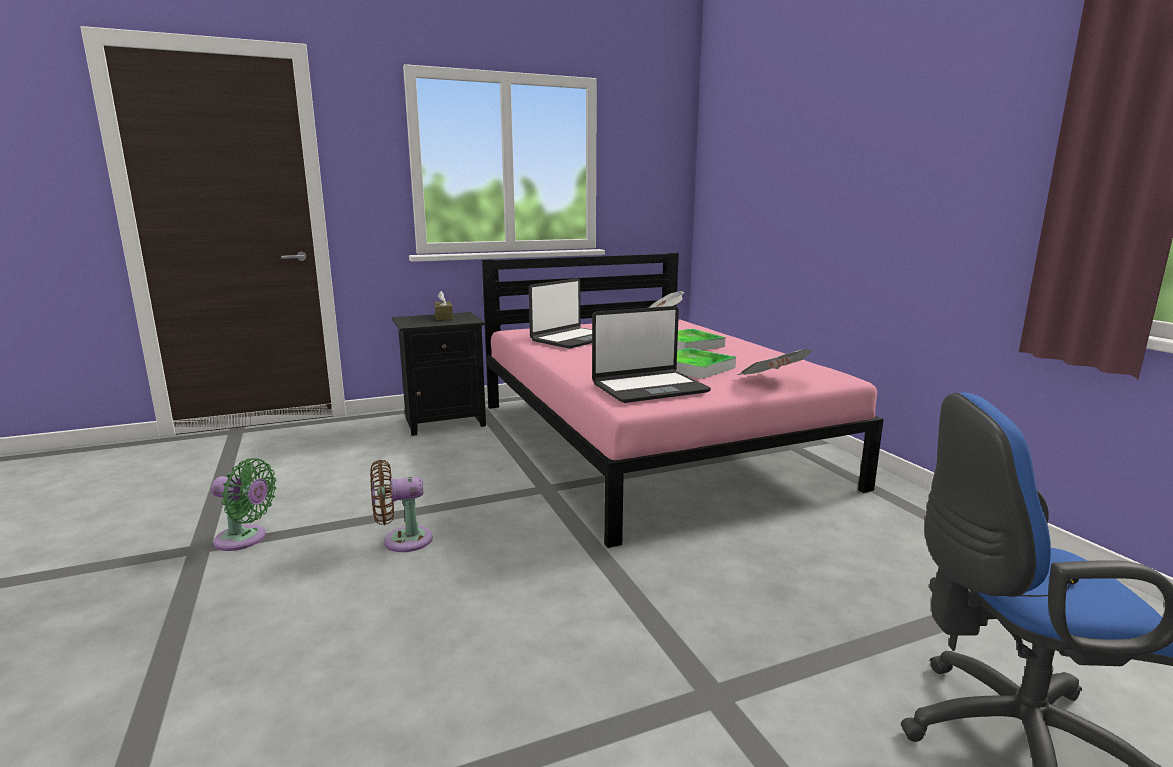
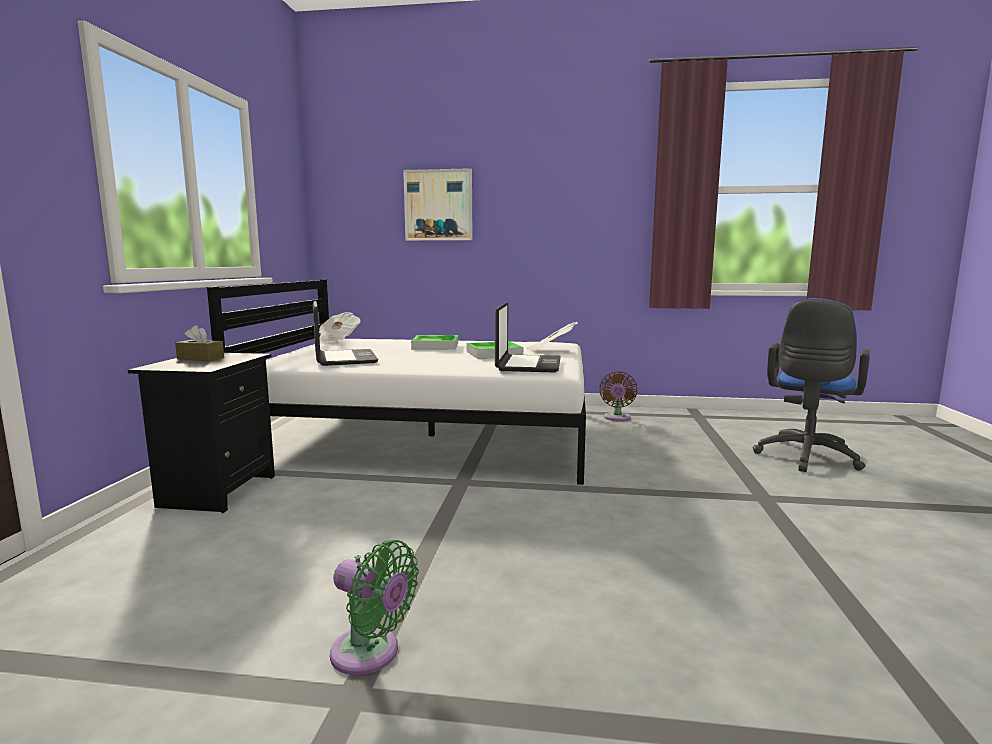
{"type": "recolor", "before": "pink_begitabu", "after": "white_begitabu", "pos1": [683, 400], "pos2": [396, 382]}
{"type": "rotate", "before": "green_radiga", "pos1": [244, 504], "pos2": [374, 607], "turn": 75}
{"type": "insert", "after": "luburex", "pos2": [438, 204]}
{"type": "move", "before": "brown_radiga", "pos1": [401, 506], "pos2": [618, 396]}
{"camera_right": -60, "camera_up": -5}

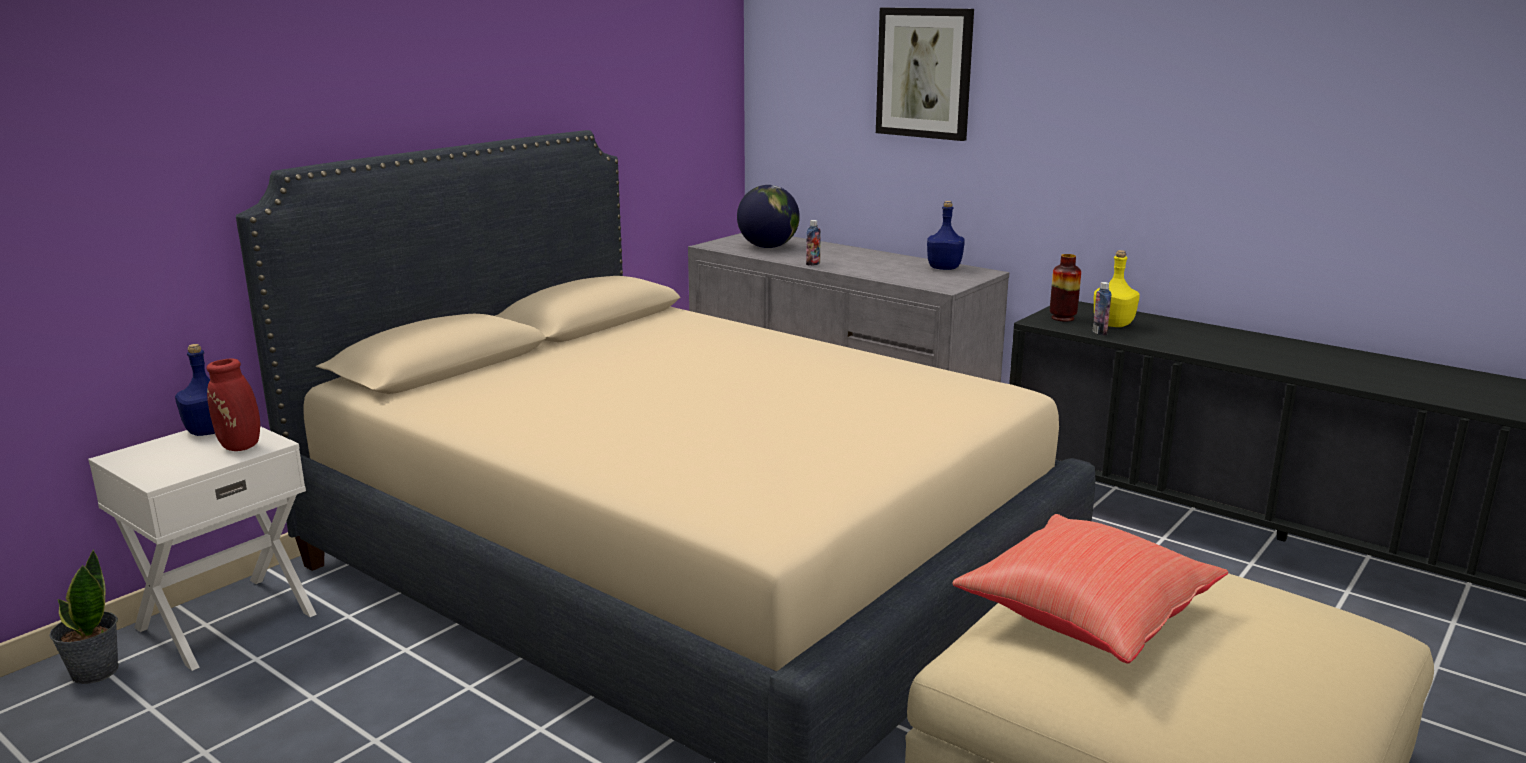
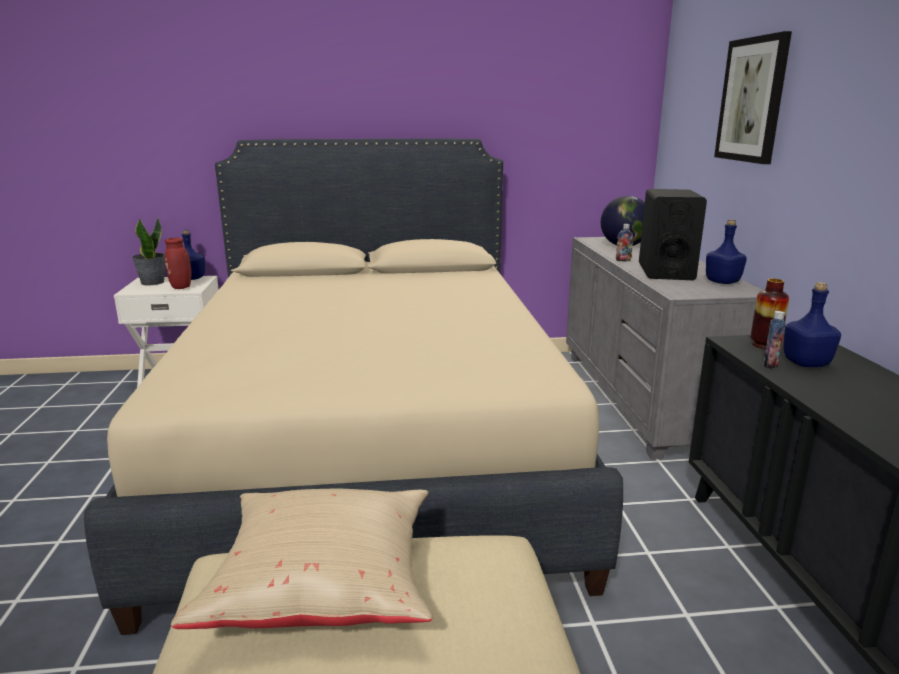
{"type": "move", "before": "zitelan", "pos1": [84, 616], "pos2": [148, 251]}
{"type": "recolor", "before": "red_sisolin", "after": "beige_sisolin", "pos1": [1090, 589], "pos2": [302, 559]}
{"type": "insert", "after": "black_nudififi", "pos2": [673, 234]}
{"type": "recolor", "before": "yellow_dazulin", "after": "blue_dazulin", "pos1": [1117, 288], "pos2": [812, 324]}
{"camera_right": 45, "camera_up": 0}

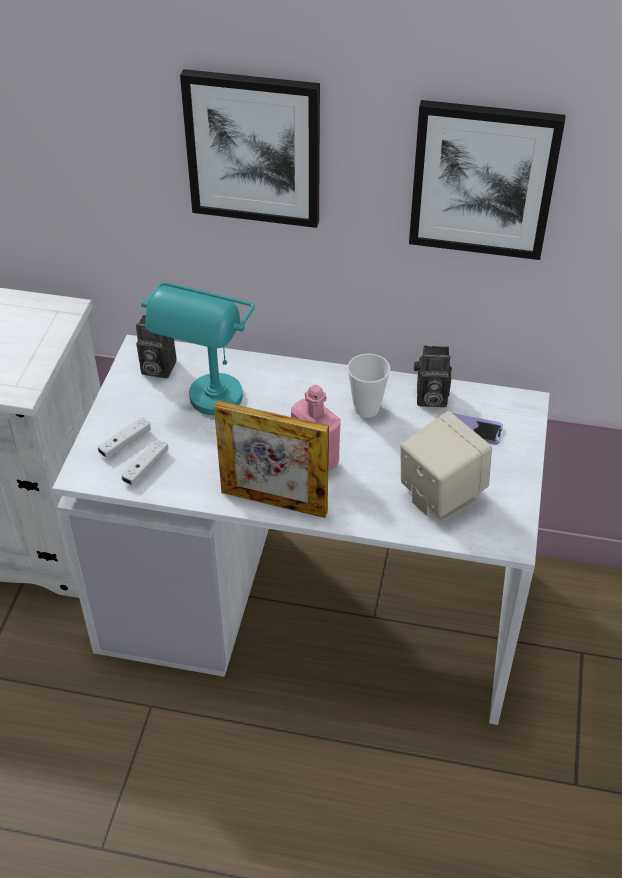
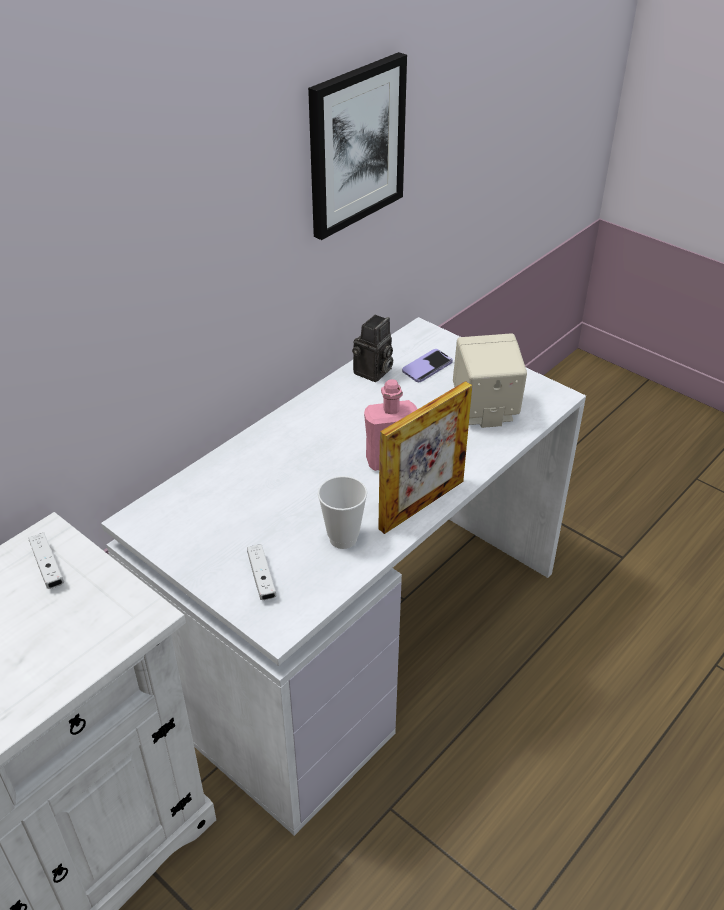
{"type": "move", "before": "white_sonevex", "pos1": [144, 462], "pos2": [46, 560]}
{"type": "move", "before": "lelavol", "pos1": [368, 386], "pos2": [342, 512]}
{"type": "delete", "before": "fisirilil", "pos1": [156, 346]}
{"type": "delete", "before": "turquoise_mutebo", "pos1": [198, 348]}
{"type": "delete", "before": "luburex", "pos1": [250, 148]}
{"camera_right": -60, "camera_up": -5}

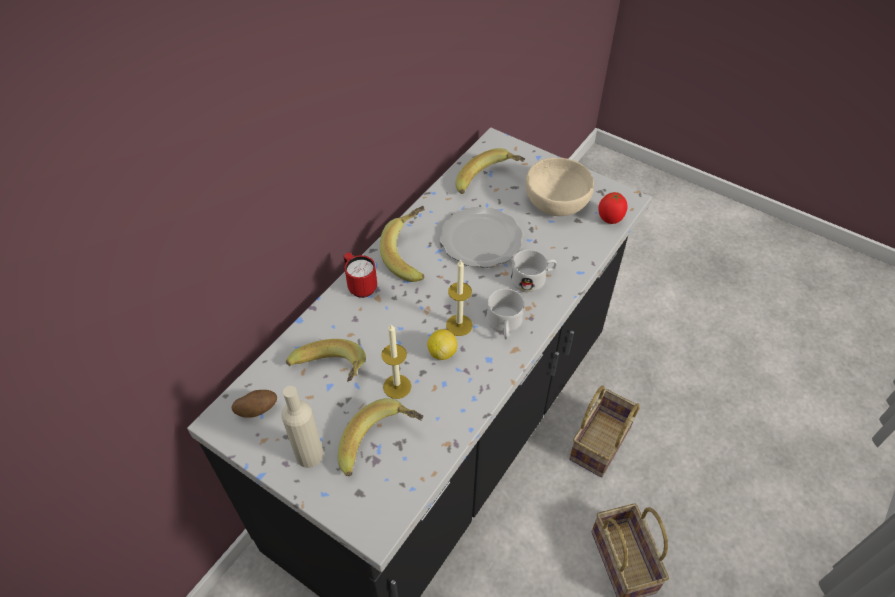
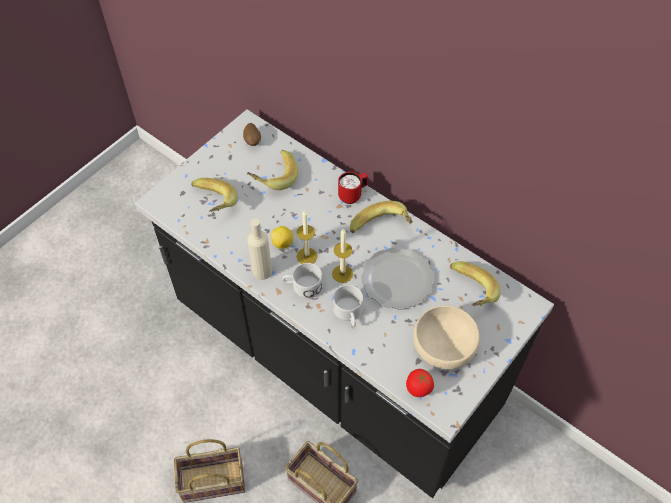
{"type": "move", "before": "beige_dazulin", "pos1": [302, 427], "pos2": [259, 249]}
{"type": "move", "before": "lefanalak", "pos1": [396, 361], "pos2": [342, 256]}
{"camera_right": 95, "camera_up": 5}

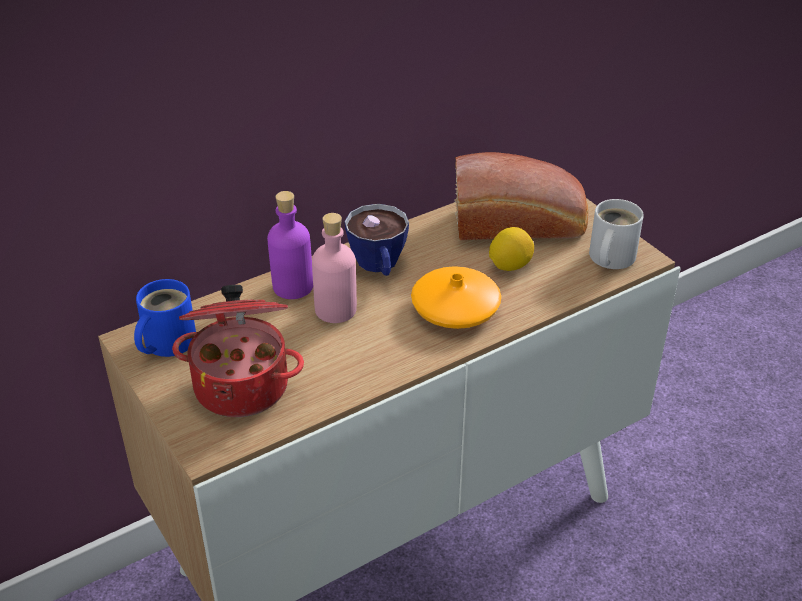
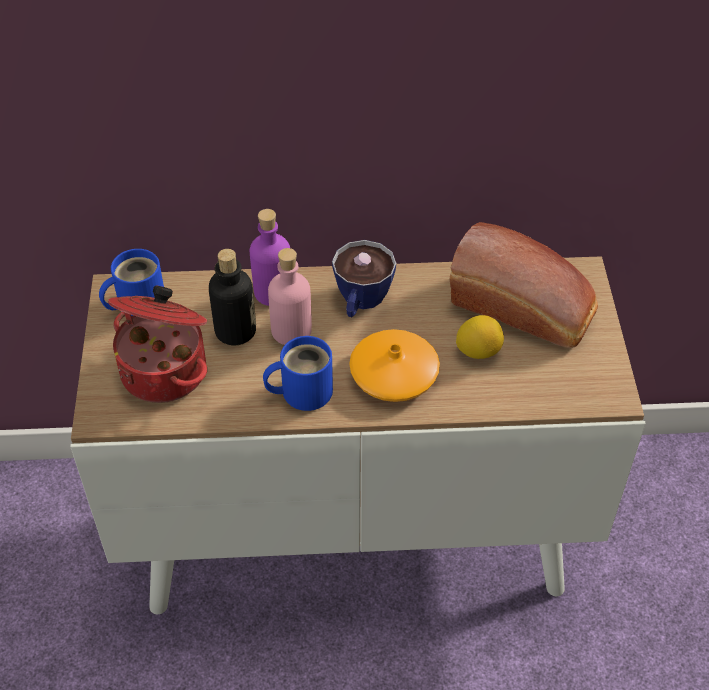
{"type": "insert", "after": "dazulin", "pos2": [232, 297]}
{"type": "insert", "after": "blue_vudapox", "pos2": [298, 373]}
{"type": "delete", "before": "white_vudapox", "pos1": [616, 234]}
{"camera_right": 30, "camera_up": 10}

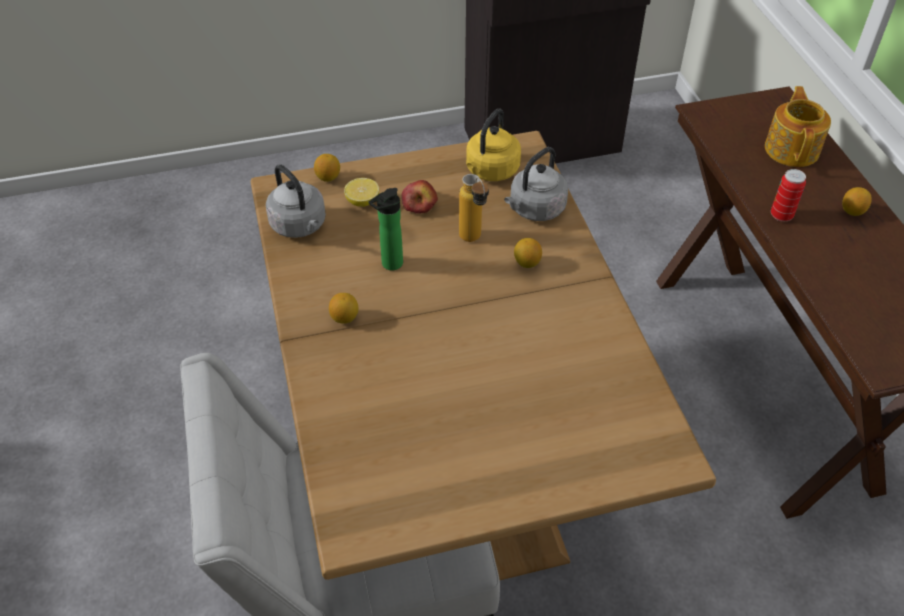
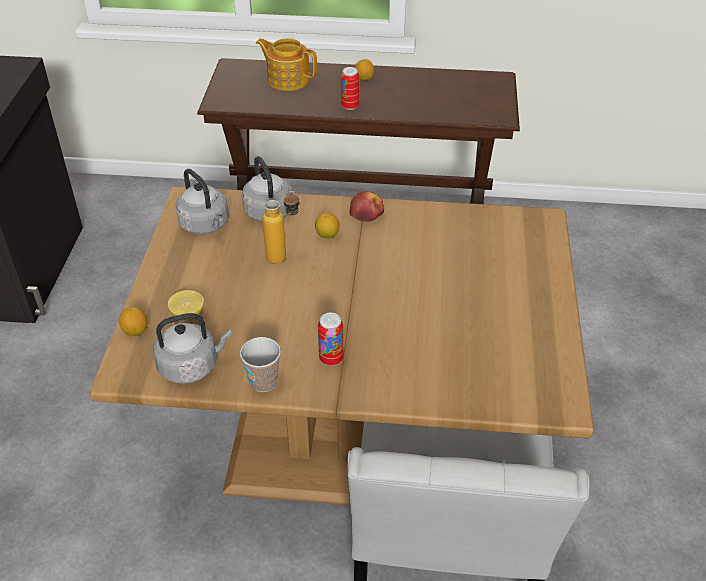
{"type": "recolor", "before": "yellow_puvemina", "after": "grey_puvemina", "pos1": [493, 144], "pos2": [202, 201]}
{"type": "insert", "after": "lelavol", "pos2": [260, 364]}
{"type": "replace", "before": "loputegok", "after": "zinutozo", "pos1": [343, 308], "pos2": [330, 339]}
{"type": "move", "before": "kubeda", "pos1": [420, 197], "pos2": [367, 206]}
{"type": "delete", "before": "dazulin", "pos1": [385, 229]}
{"camera_right": -70, "camera_up": -5}

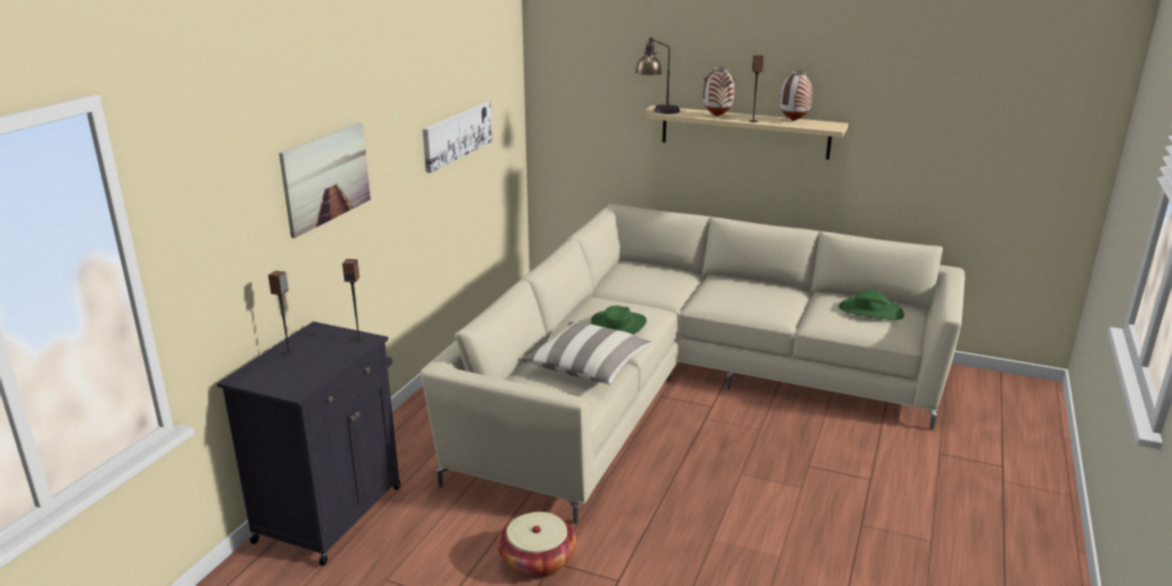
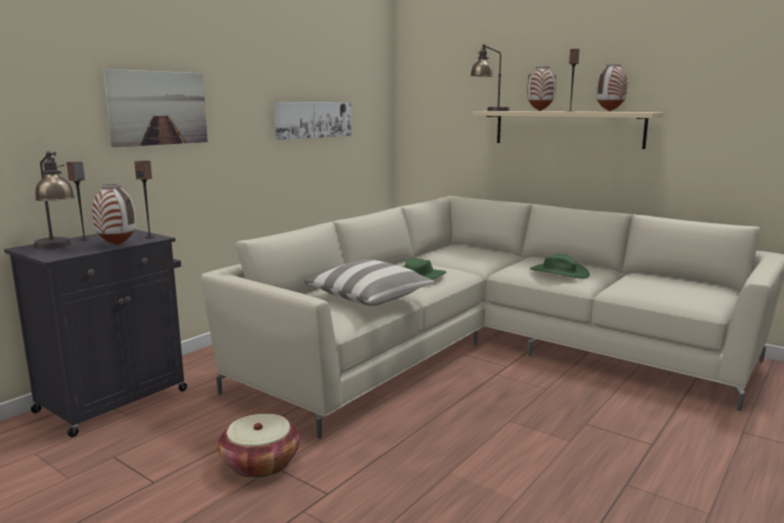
{"type": "insert", "after": "mutebo", "pos2": [54, 200]}
{"type": "insert", "after": "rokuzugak", "pos2": [114, 214]}
{"type": "move", "before": "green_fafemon", "pos1": [871, 304], "pos2": [560, 266]}
{"camera_right": 15, "camera_up": -10}

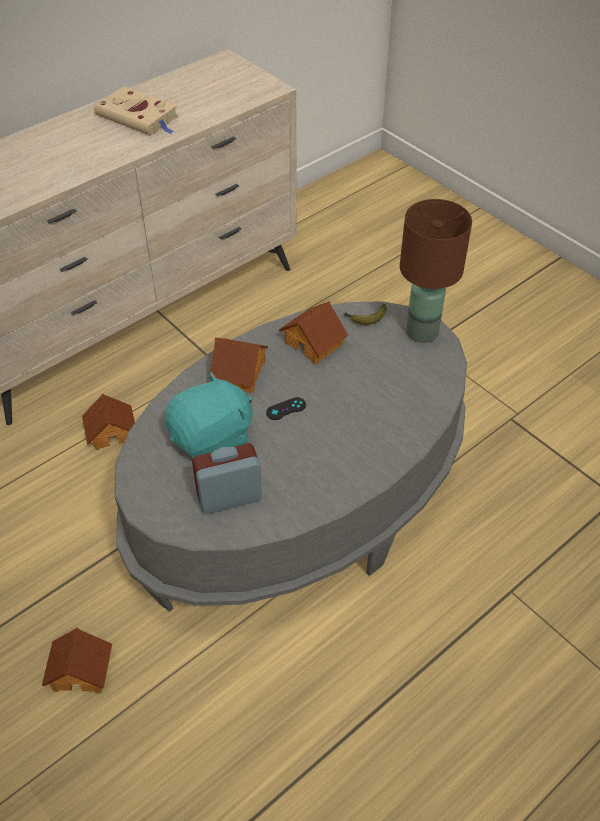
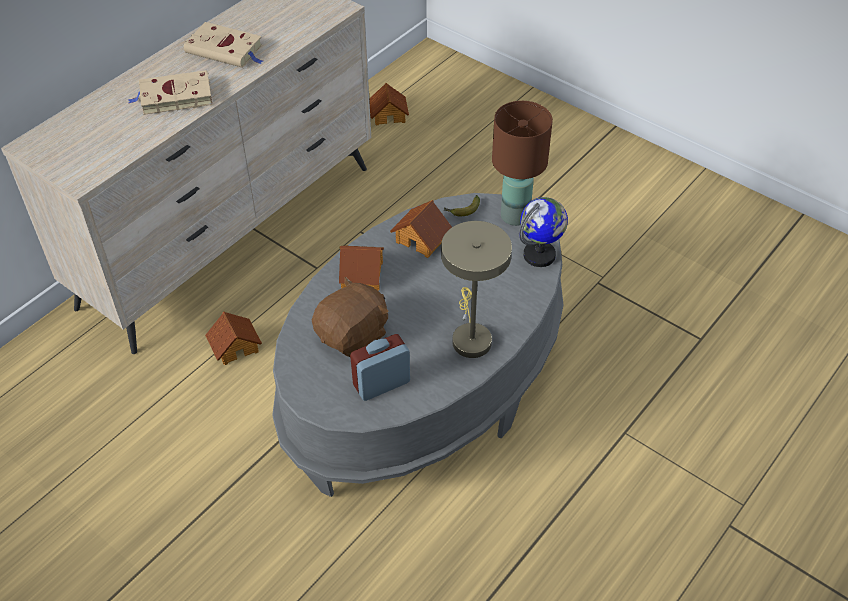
{"type": "insert", "after": "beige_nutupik", "pos2": [170, 92]}
{"type": "recolor", "before": "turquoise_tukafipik", "after": "brown_tukafipik", "pos1": [209, 415], "pos2": [350, 317]}
{"type": "move", "before": "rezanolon", "pos1": [77, 661], "pos2": [389, 104]}
{"type": "insert", "after": "beige_mutebo", "pos2": [476, 289]}
{"type": "insert", "after": "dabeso", "pos2": [543, 232]}
{"type": "delete", "before": "black_sonevex", "pos1": [286, 408]}
{"camera_right": -10, "camera_up": 0}

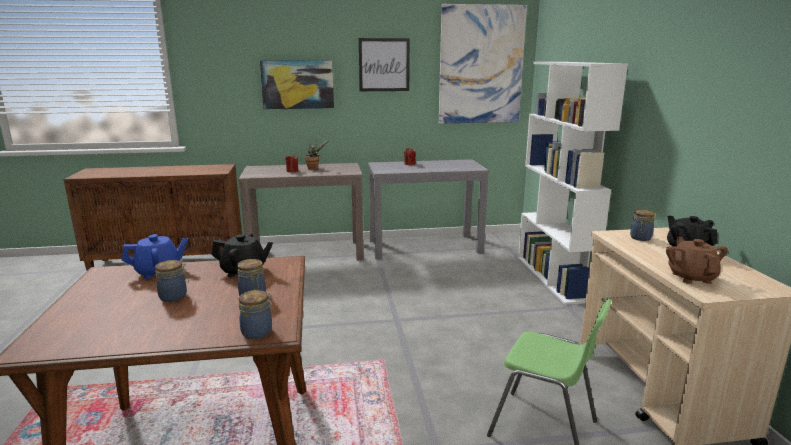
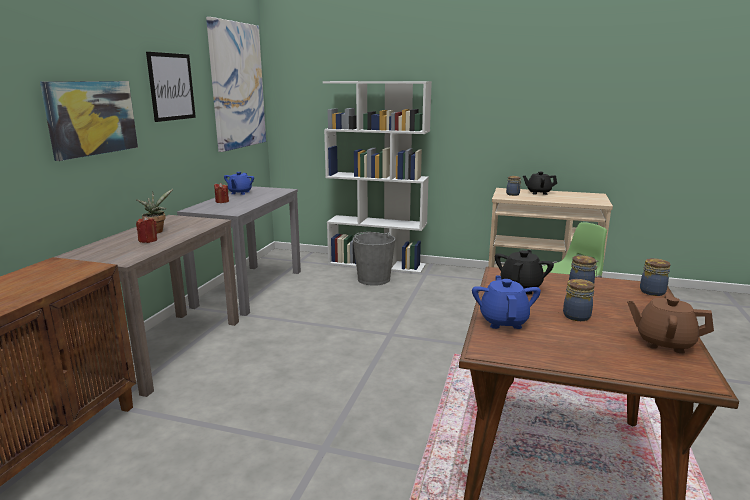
{"type": "insert", "after": "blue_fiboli", "pos2": [239, 183]}
{"type": "insert", "after": "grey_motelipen", "pos2": [374, 259]}
{"type": "move", "before": "brown_fiboli", "pos1": [697, 260], "pos2": [670, 324]}
{"camera_right": -65, "camera_up": 0}

